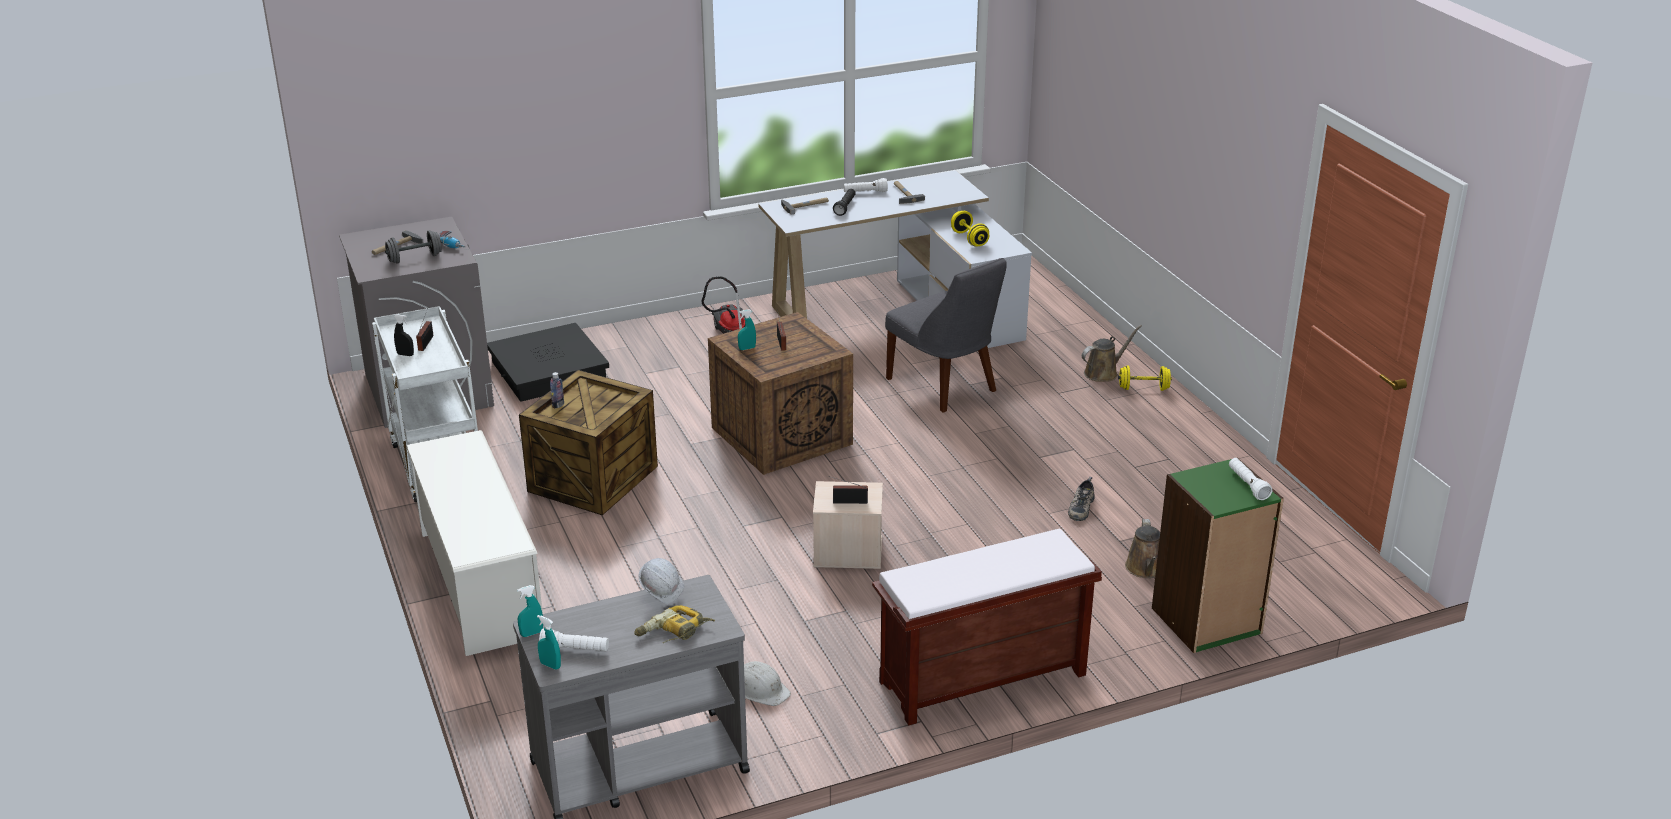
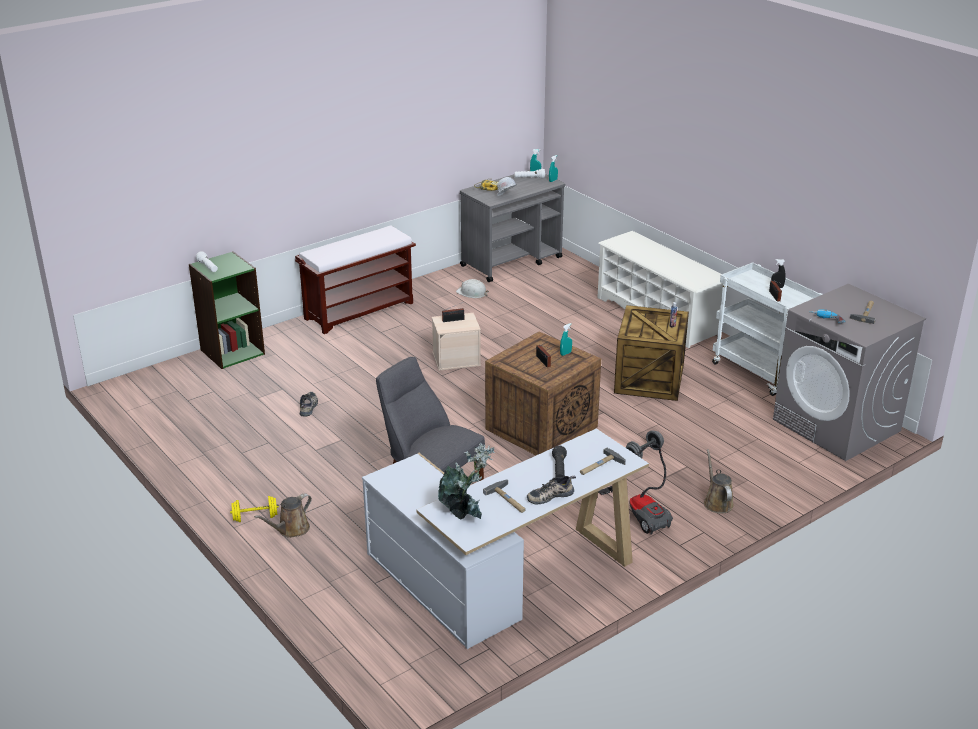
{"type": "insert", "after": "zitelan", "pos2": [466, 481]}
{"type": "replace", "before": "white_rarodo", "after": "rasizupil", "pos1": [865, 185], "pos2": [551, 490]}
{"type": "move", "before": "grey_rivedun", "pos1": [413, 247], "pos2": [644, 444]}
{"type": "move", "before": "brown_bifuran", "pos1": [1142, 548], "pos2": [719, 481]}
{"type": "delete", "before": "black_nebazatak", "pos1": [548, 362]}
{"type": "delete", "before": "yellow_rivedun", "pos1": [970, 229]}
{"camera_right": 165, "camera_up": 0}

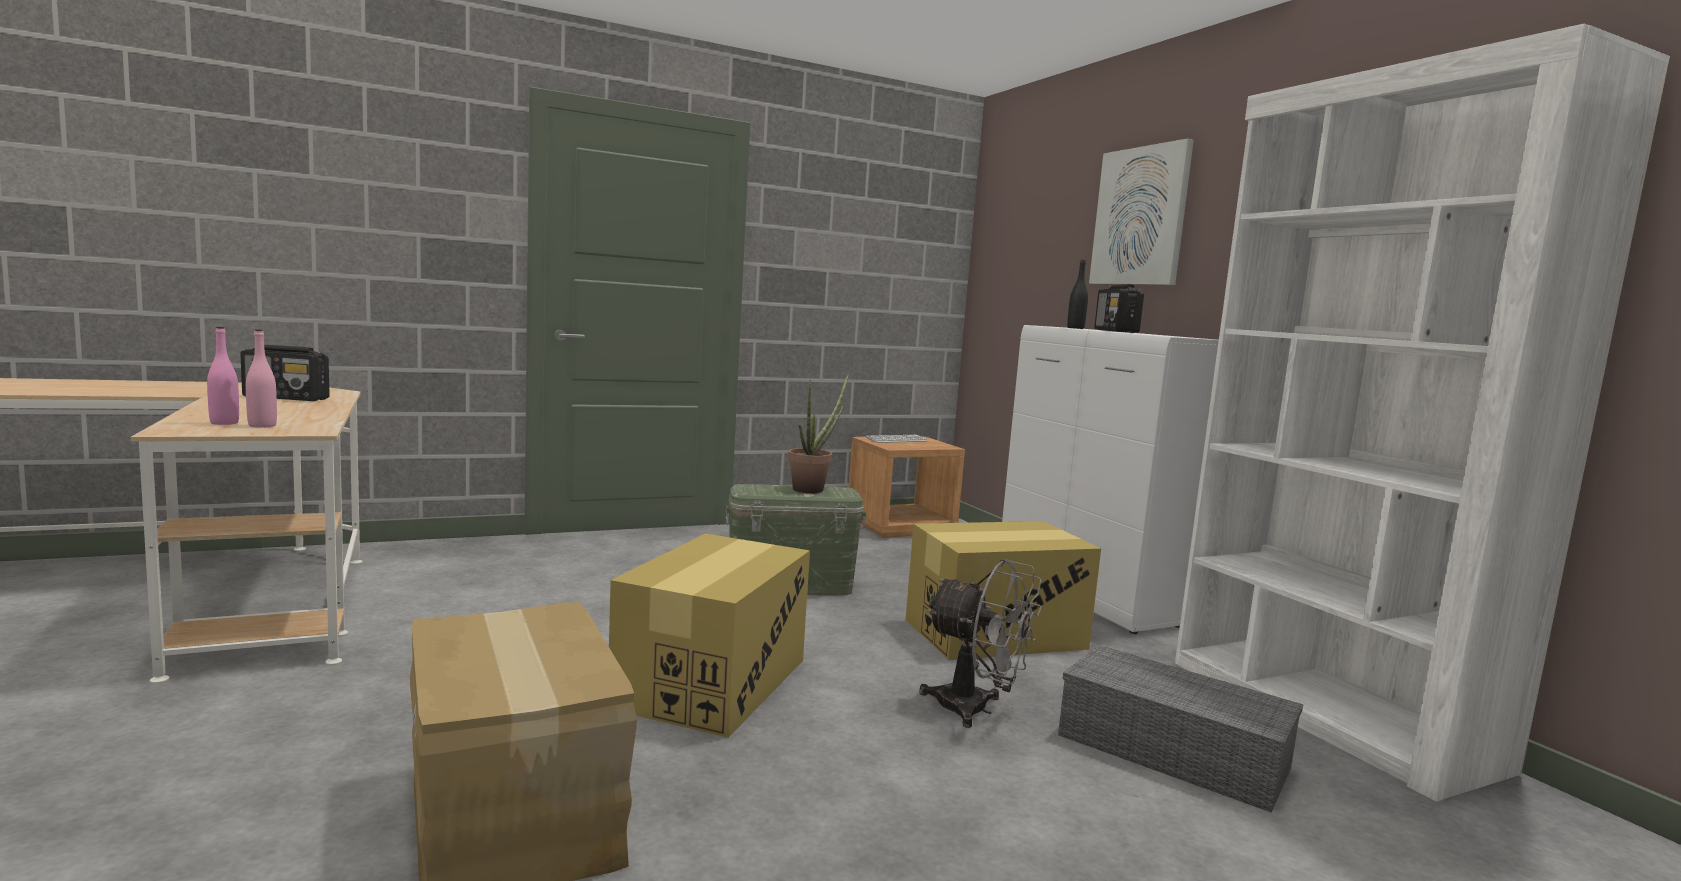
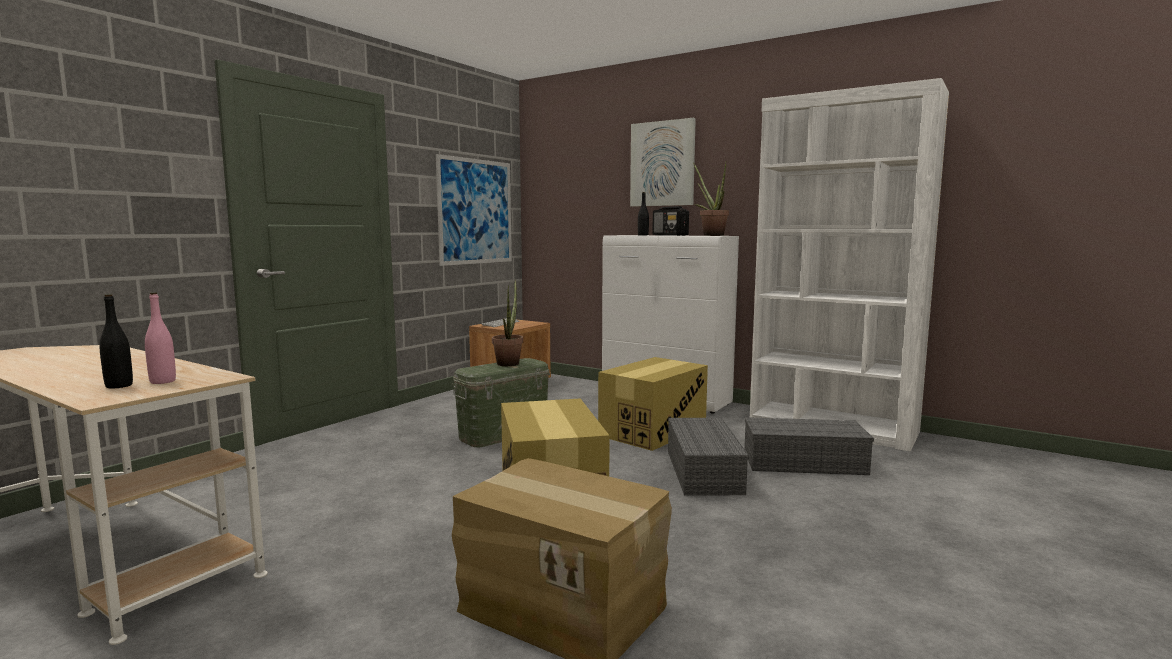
{"type": "recolor", "before": "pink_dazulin", "after": "black_dazulin", "pos1": [223, 376], "pos2": [116, 341]}
{"type": "insert", "after": "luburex", "pos2": [474, 210]}
{"type": "replace", "before": "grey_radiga", "after": "grey_nebazatak", "pos1": [980, 643], "pos2": [708, 456]}
{"type": "insert", "after": "zitelan", "pos2": [711, 199]}
{"type": "delete", "before": "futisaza", "pos1": [285, 373]}
{"camera_right": -30, "camera_up": 0}

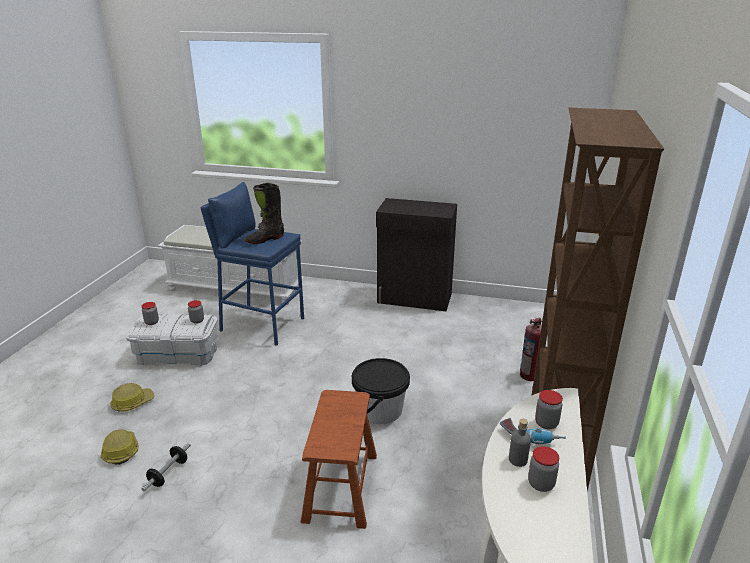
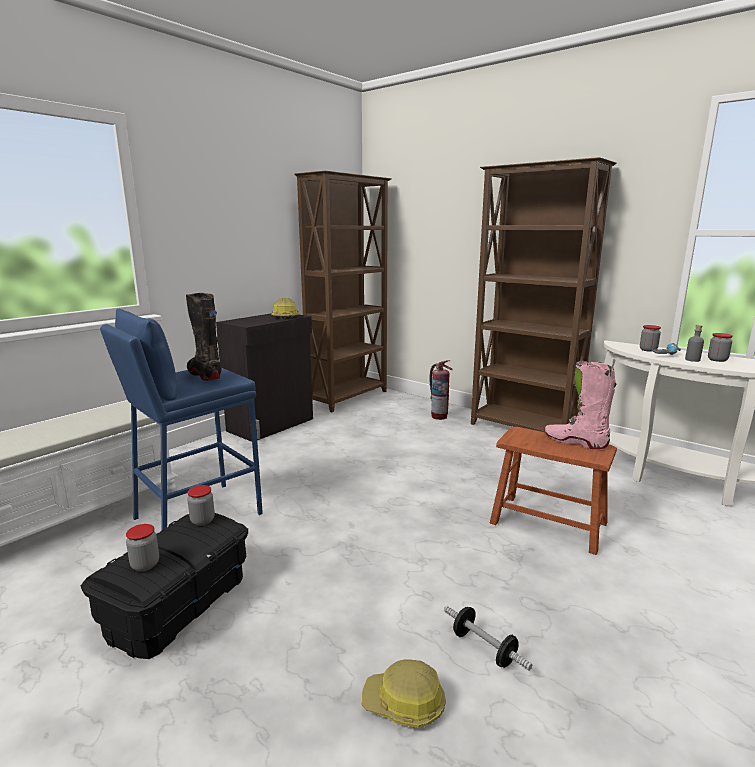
{"type": "recolor", "before": "white_nebazatak", "after": "black_nebazatak", "pos1": [172, 340], "pos2": [164, 586]}
{"type": "rotate", "before": "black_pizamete", "pos1": [264, 213], "pos2": [204, 337], "turn": 150}
{"type": "move", "before": "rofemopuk", "pos1": [132, 397], "pos2": [285, 309]}
{"type": "insert", "after": "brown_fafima", "pos2": [343, 291]}
{"type": "insert", "after": "pink_pizamete", "pos2": [580, 405]}
{"type": "delete", "before": "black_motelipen", "pos1": [381, 391]}
{"camera_right": -65, "camera_up": -10}

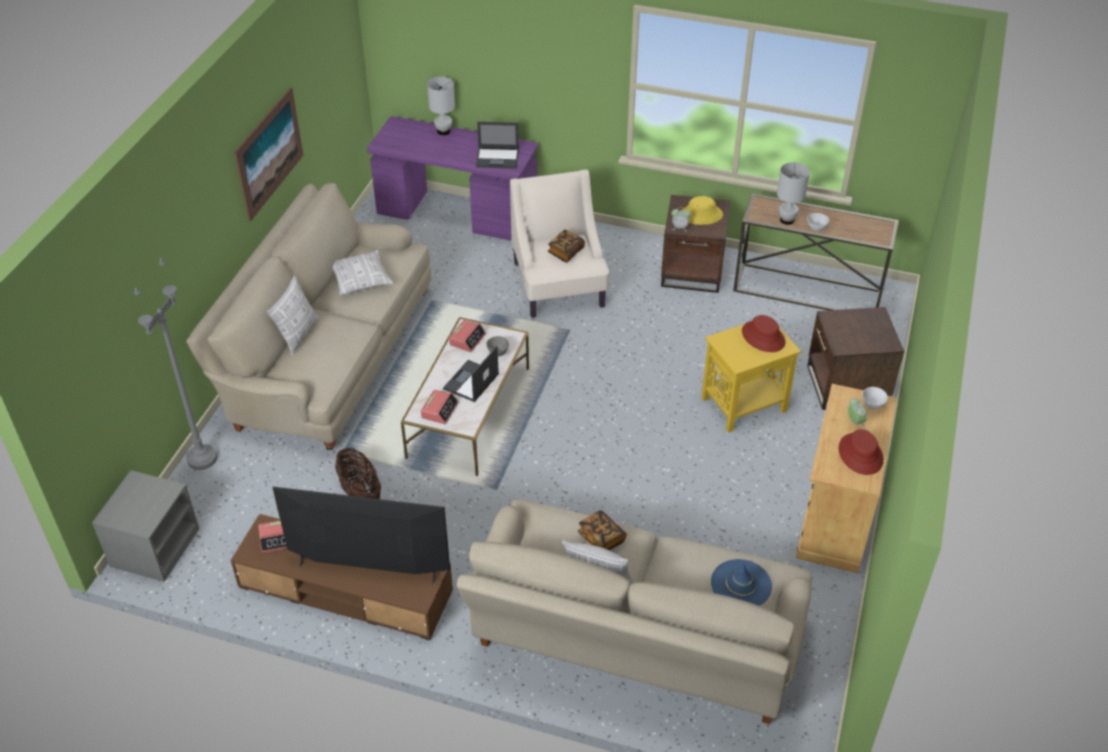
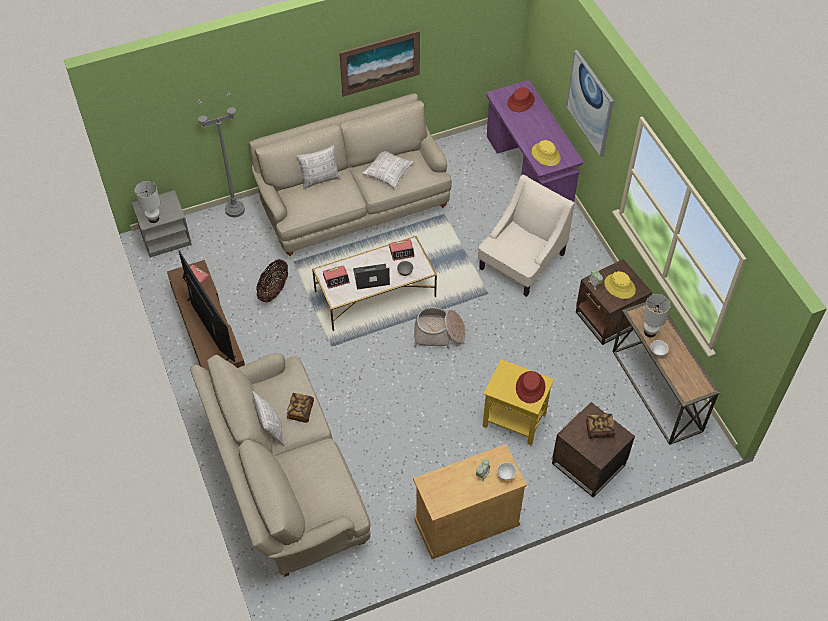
{"type": "move", "before": "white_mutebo", "pos1": [441, 105], "pos2": [147, 202]}
{"type": "insert", "after": "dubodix", "pos2": [440, 328]}
{"type": "move", "before": "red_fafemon", "pos1": [861, 452], "pos2": [521, 99]}
{"type": "replace", "before": "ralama", "after": "yellow_fafemon", "pos1": [497, 145], "pos2": [546, 153]}
{"type": "insert", "after": "luburex", "pos2": [590, 103]}
{"type": "move", "before": "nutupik", "pos1": [566, 246], "pos2": [600, 426]}
{"type": "delete", "before": "blue_fafemon", "pos1": [741, 582]}
{"camera_right": 50, "camera_up": 10}

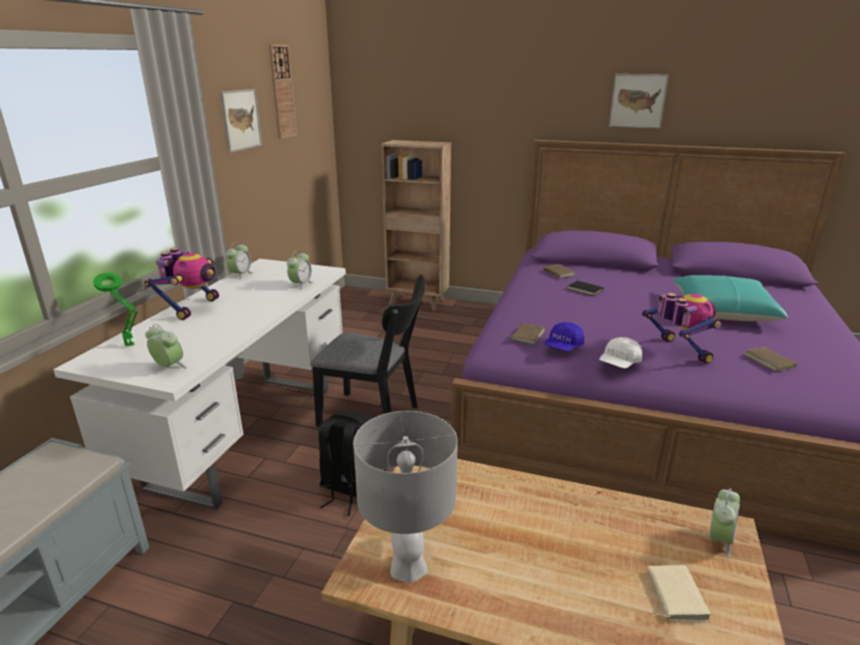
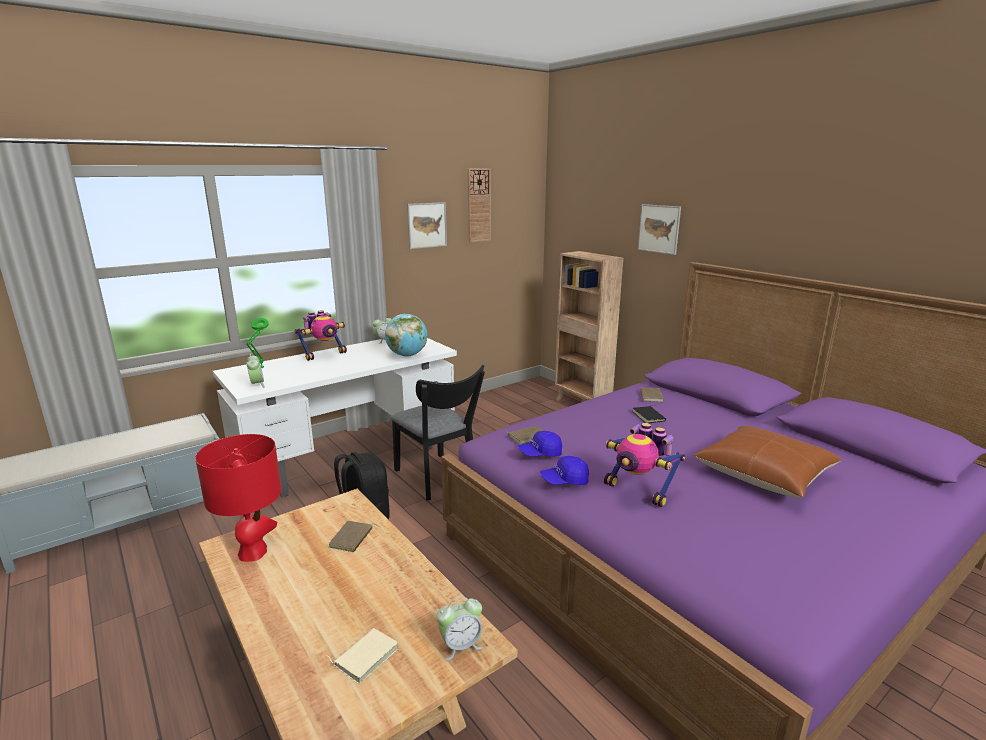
{"type": "recolor", "before": "grey_mutebo", "after": "red_mutebo", "pos1": [405, 497], "pos2": [238, 498]}
{"type": "move", "before": "brown_nutupik", "pos1": [770, 358], "pos2": [354, 536]}
{"type": "replace", "before": "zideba", "after": "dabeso", "pos1": [300, 270], "pos2": [406, 335]}
{"type": "recolor", "before": "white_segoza", "after": "blue_segoza", "pos1": [620, 352], "pos2": [564, 470]}
{"type": "rotate", "before": "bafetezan", "pos1": [681, 328], "pos2": [644, 465], "turn": 120}
{"type": "move", "before": "luburex", "pos1": [639, 101], "pos2": [659, 229]}
{"type": "recolor", "before": "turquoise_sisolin", "after": "brown_sisolin", "pos1": [730, 298], "pos2": [767, 462]}
{"camera_right": 35, "camera_up": -5}

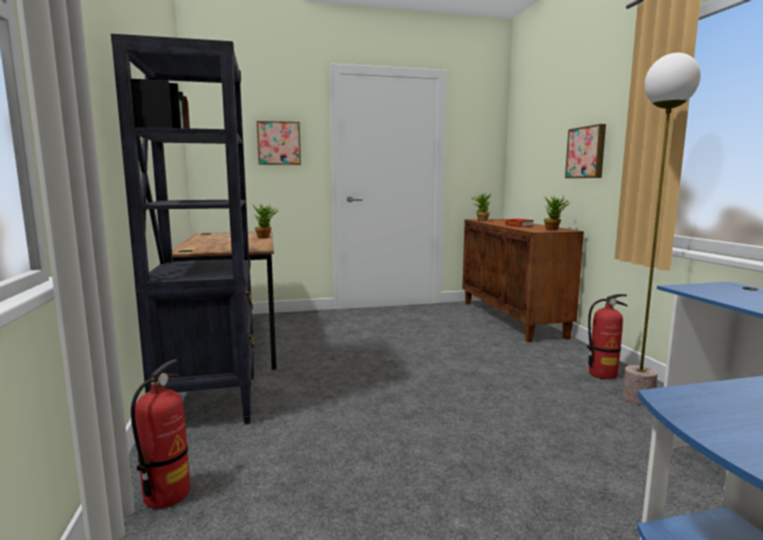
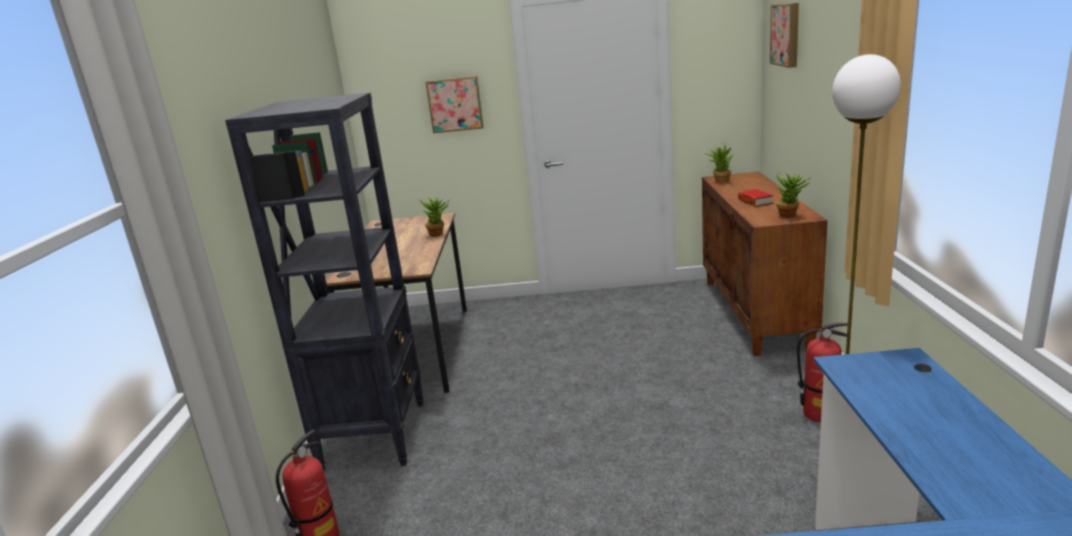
{"type": "move", "before": "luburex", "pos1": [585, 151], "pos2": [784, 35]}
{"camera_right": 15, "camera_up": 10}

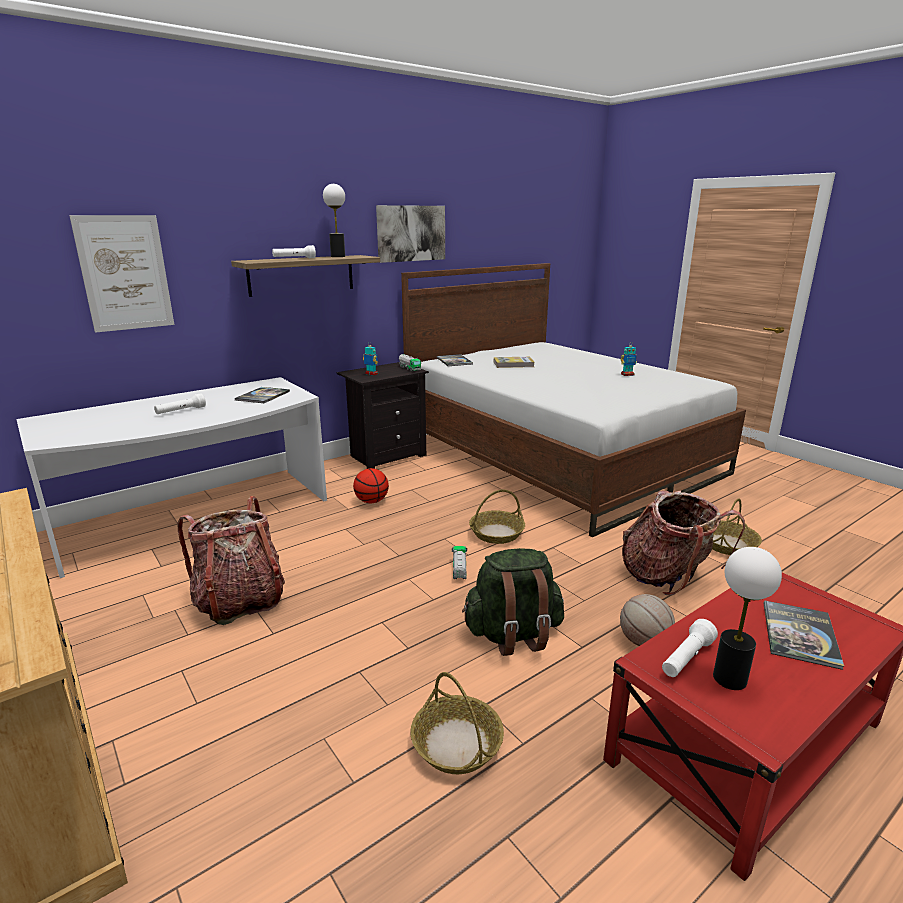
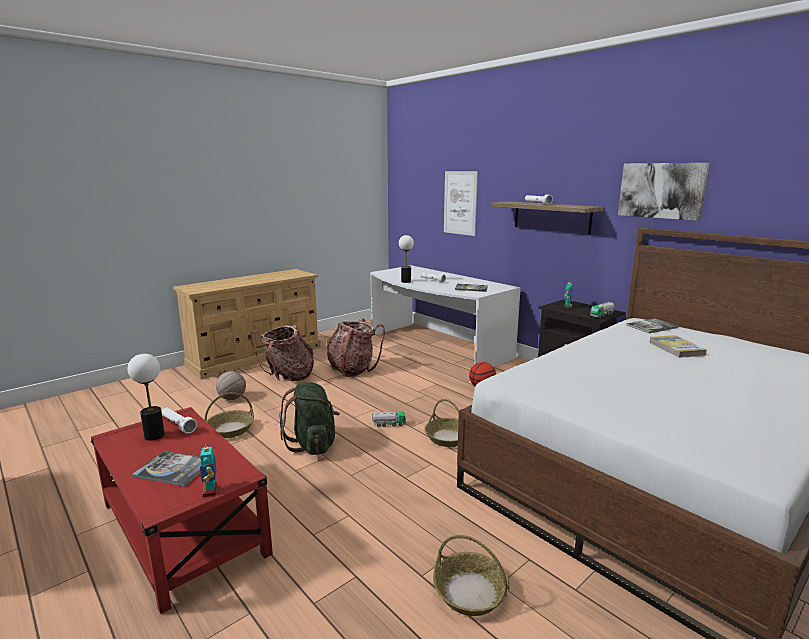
{"type": "move", "before": "bafetezan", "pos1": [628, 360], "pos2": [208, 469]}
{"type": "move", "before": "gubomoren", "pos1": [647, 620], "pos2": [231, 385]}
{"type": "move", "before": "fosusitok", "pos1": [683, 543], "pos2": [282, 353]}
{"type": "move", "before": "mutebo", "pos1": [334, 220], "pos2": [406, 259]}
{"camera_right": 85, "camera_up": -5}

